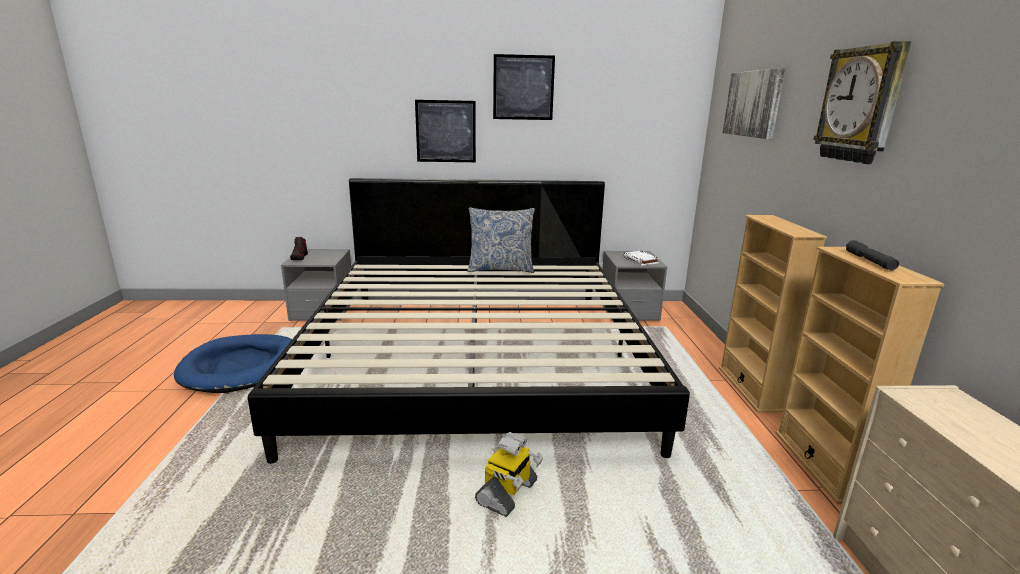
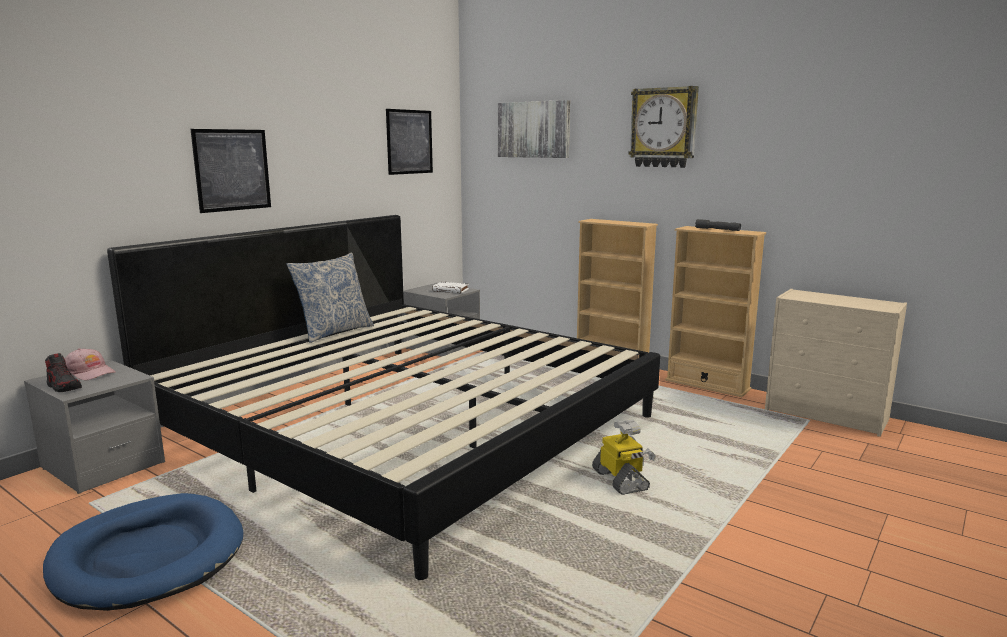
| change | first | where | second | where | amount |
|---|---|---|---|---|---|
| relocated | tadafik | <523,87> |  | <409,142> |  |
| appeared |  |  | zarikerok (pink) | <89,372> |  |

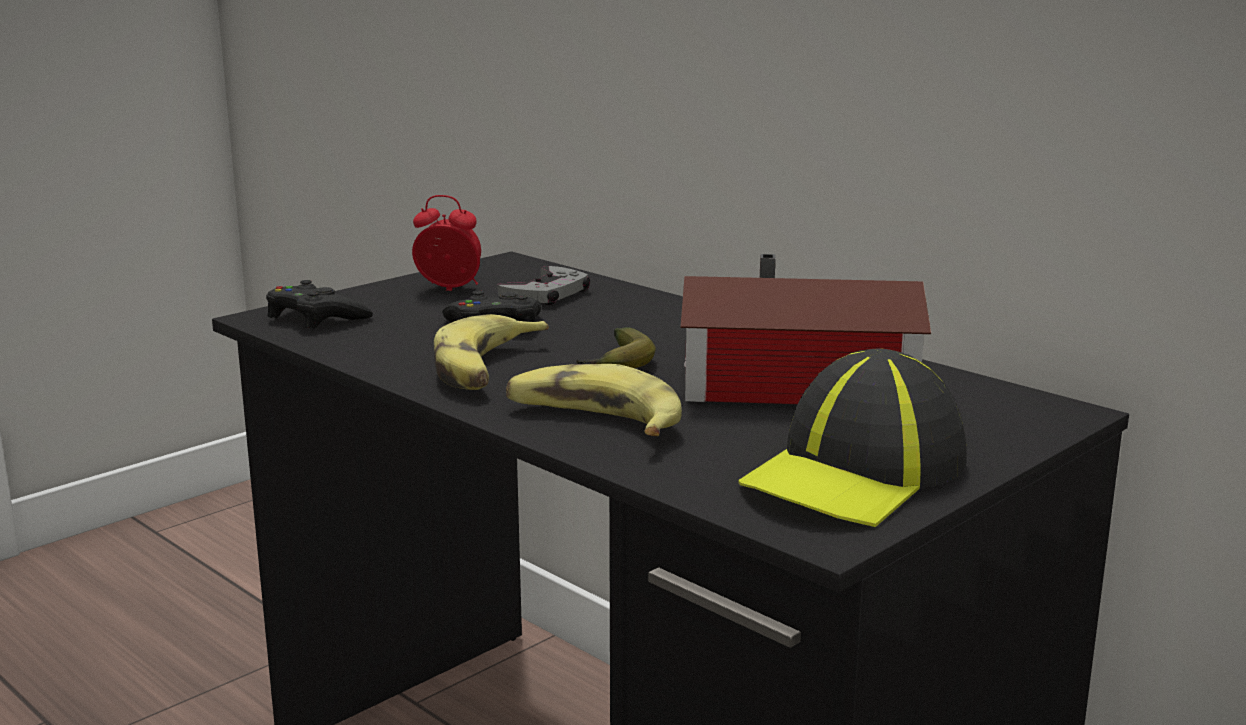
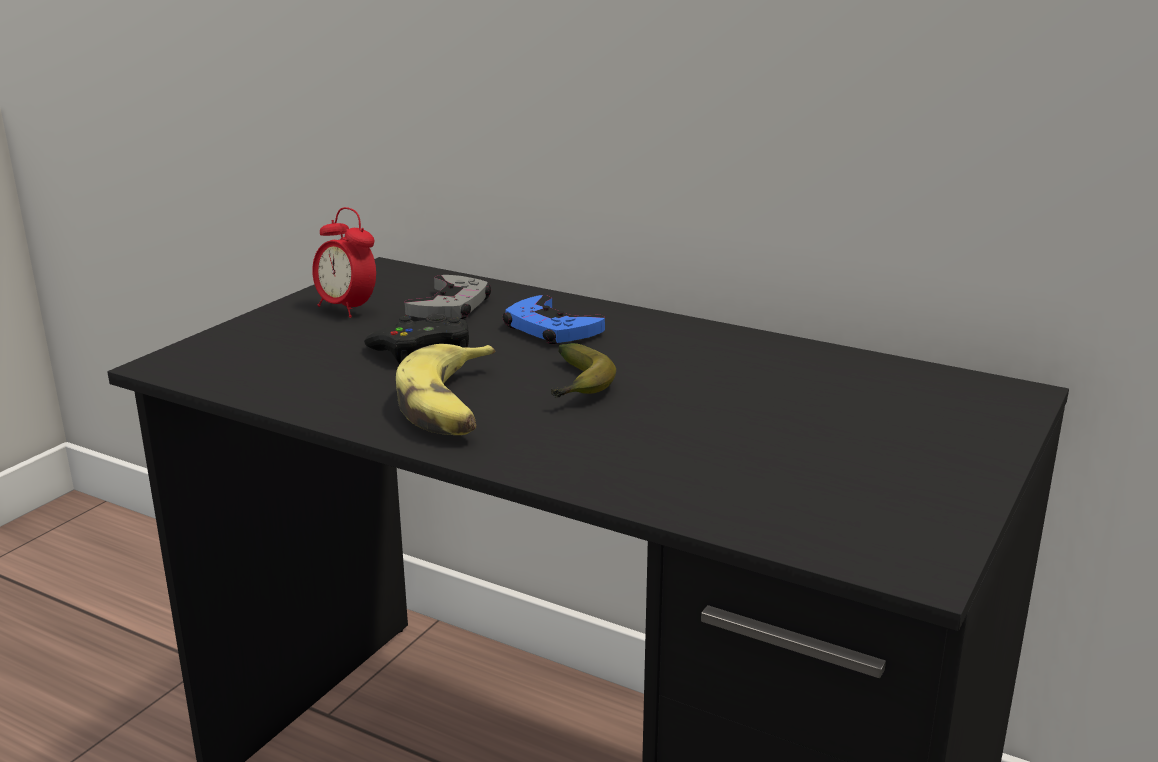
| change | first | where | second | where | amount |
|---|---|---|---|---|---|
| spun | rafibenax | <450,289> |  | <347,309> | 135 degrees counterclockwise |
| missing | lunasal | <805,384> |  |  |  |
| missing | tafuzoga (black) | <315,317> |  |  |  |
| missing | zarikerok | <856,472> |  |  |  |
| missing | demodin | <593,421> |  |  |  |
| appeared |  |  | tafuzoga (blue) | <551,329> |  |

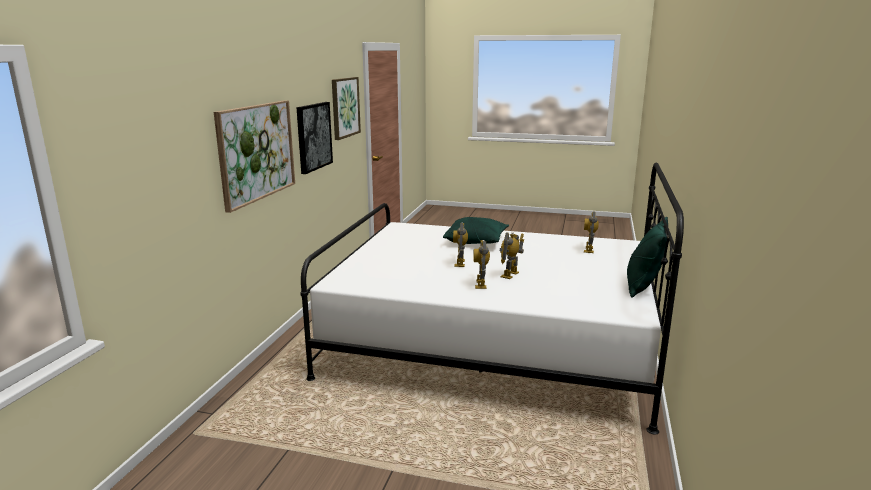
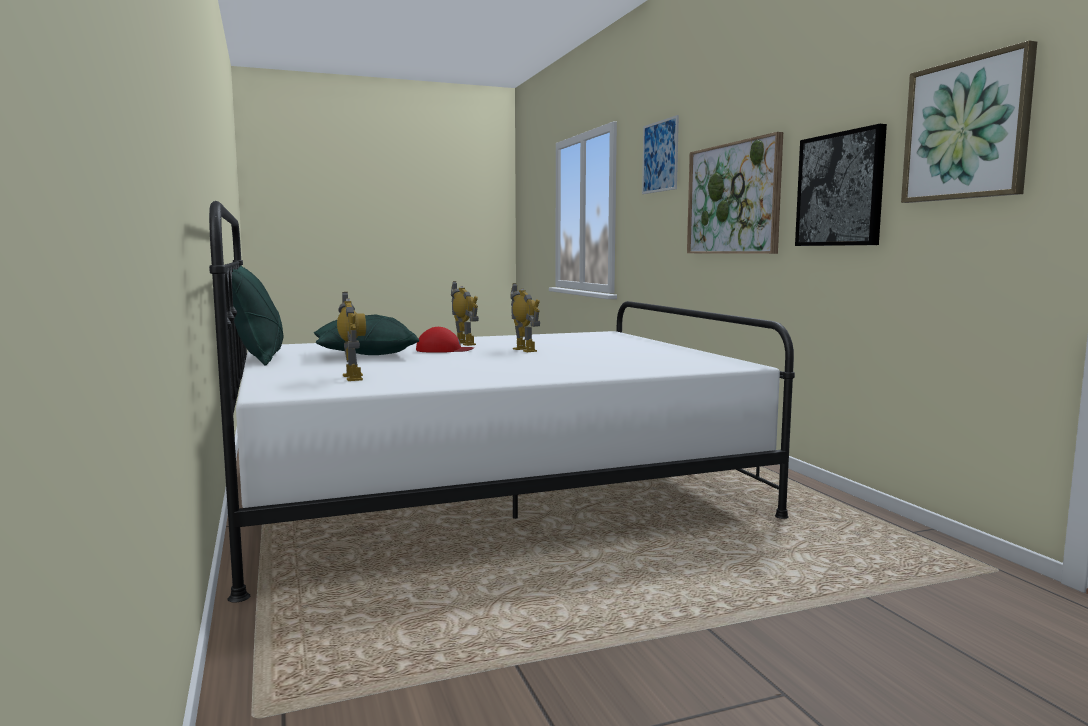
| change | first | where | second | where | amount |
|---|---|---|---|---|---|
| relocated | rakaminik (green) | <476,241> |  | <364,354> |  |
| exchanged | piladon | <510,275> | zarikerok (red) | <443,350> |  |
| appeared |  |  | tadafik | <660,156> |  |

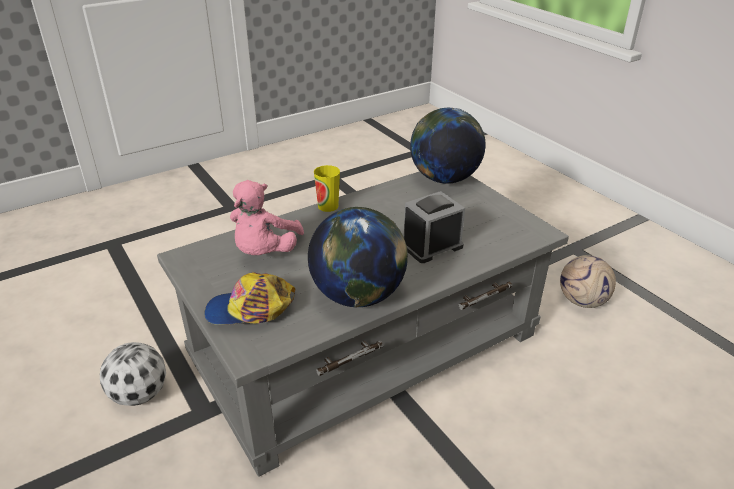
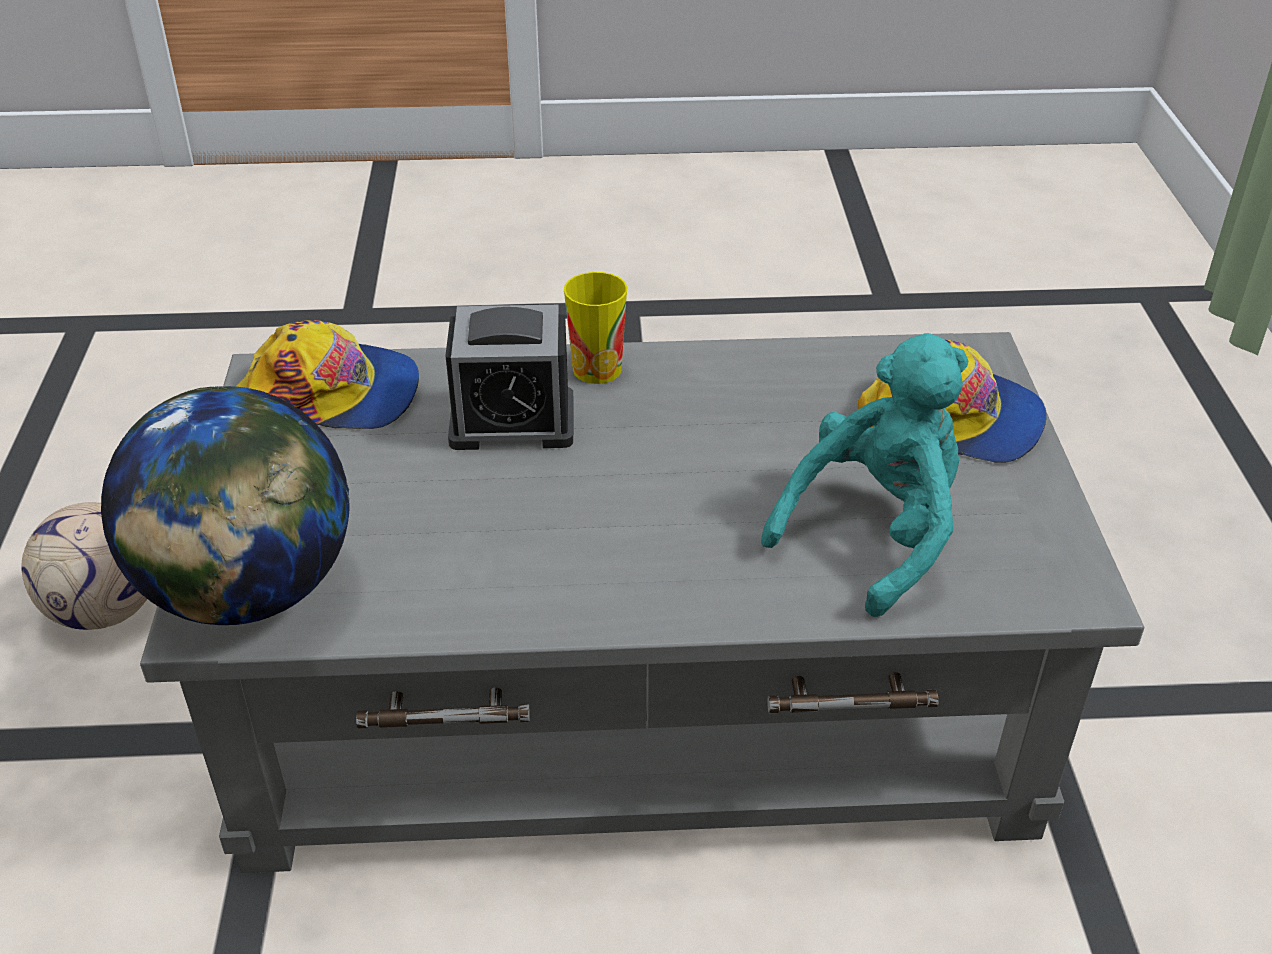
| change | first | where | second | where | amount |
|---|---|---|---|---|---|
| relocated | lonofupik | <328,206> |  | <597,369> |  |
| colour | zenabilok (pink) | <264,252> | zenabilok (turquoise) | <875,533> |  |
| missing | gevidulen | <358,296> |  |  |  |
| missing | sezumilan | <138,395> |  |  |  |
| appeared |  |  | zarikerok | <333,395> |  |

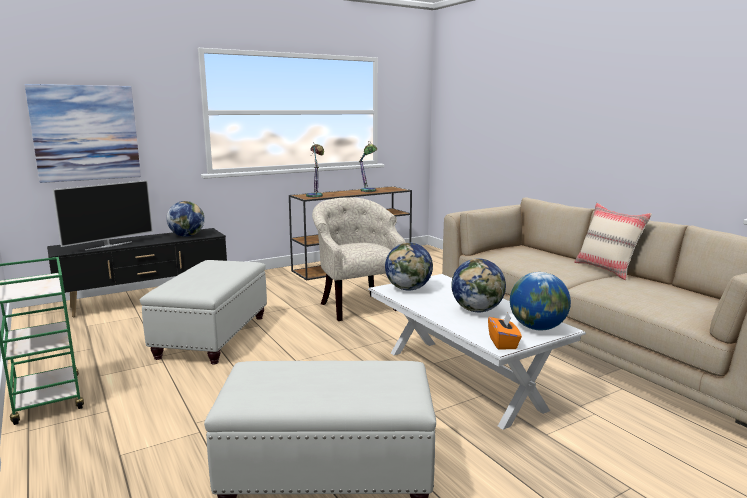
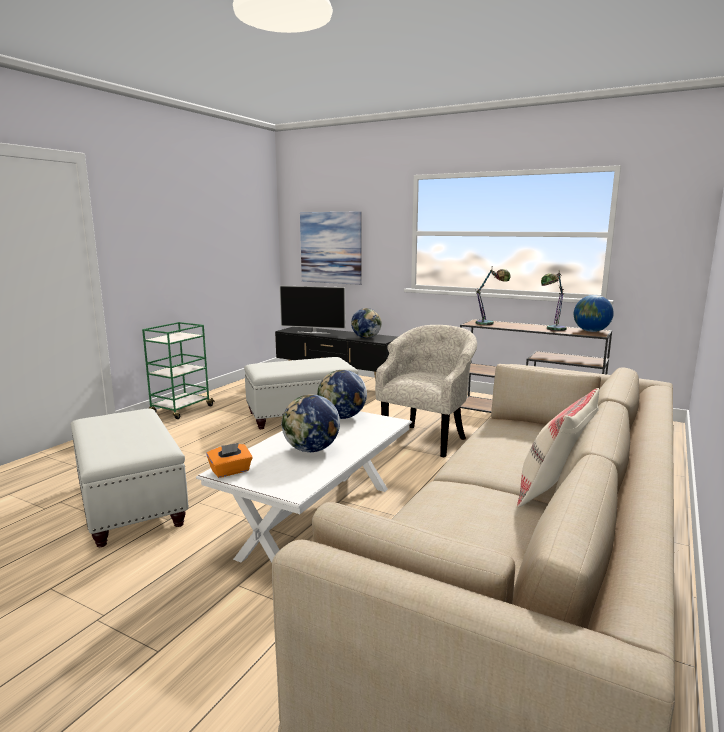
| change | first | where | second | where | amount |
|---|---|---|---|---|---|
| relocated | gevidulen | <537,328> |  | <591,331> |  |

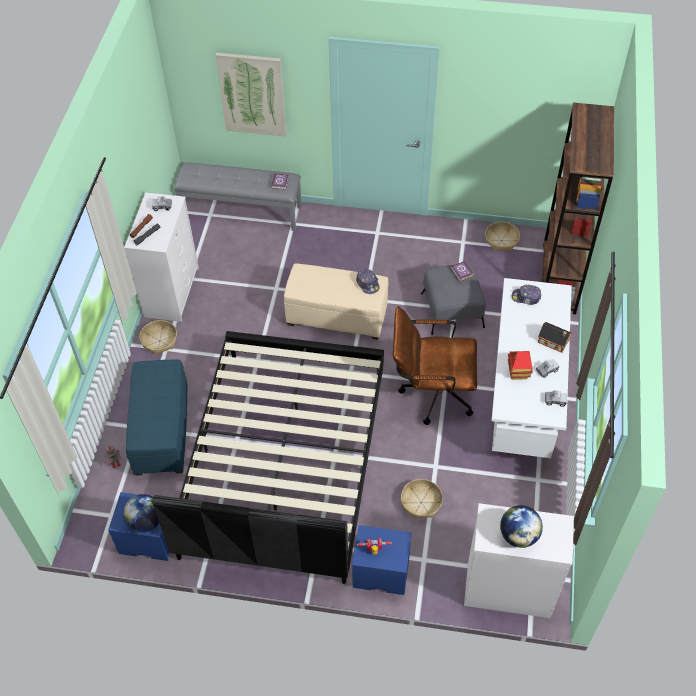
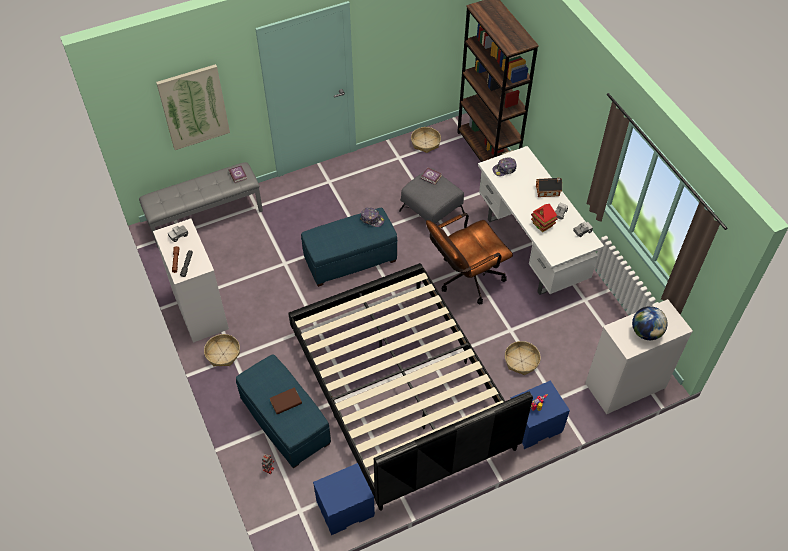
| change | first | where | second | where | amount |
|---|---|---|---|---|---|
| colour | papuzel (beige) | <337,316> | papuzel (blue) | <350,259> |  |
| missing | gevidulen | <146,522> |  |  |  |
| appeared |  |  | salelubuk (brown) | <286,402> |  |

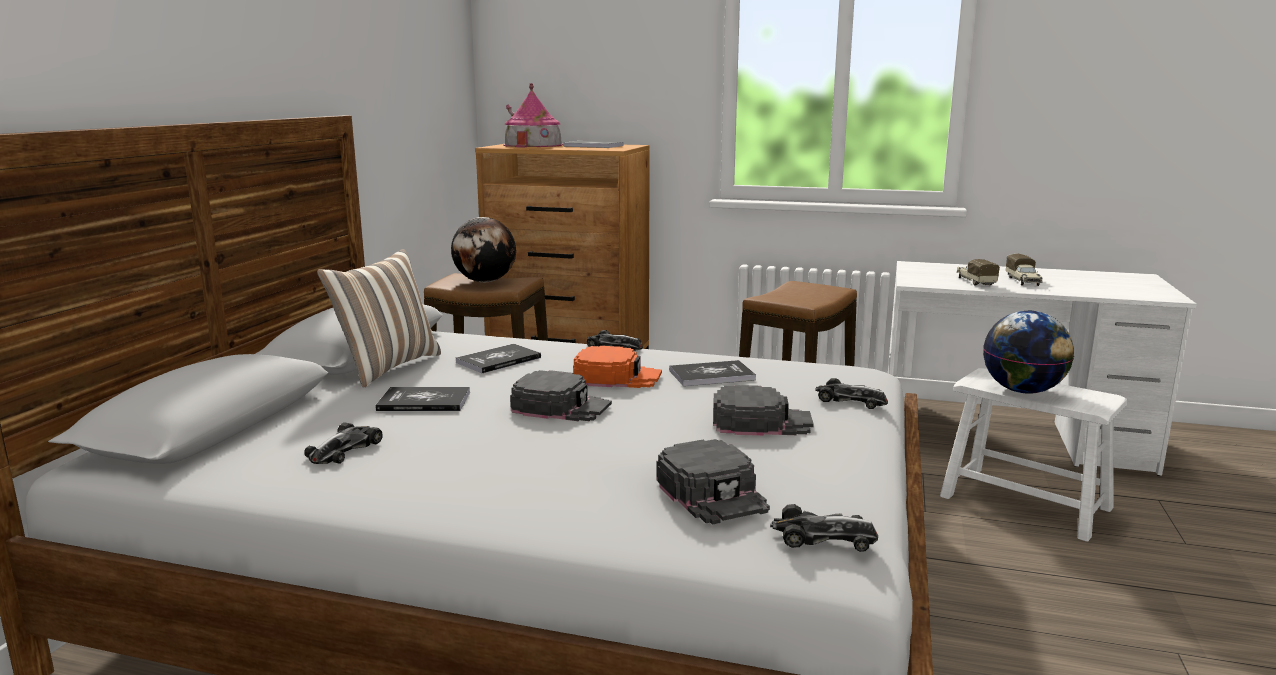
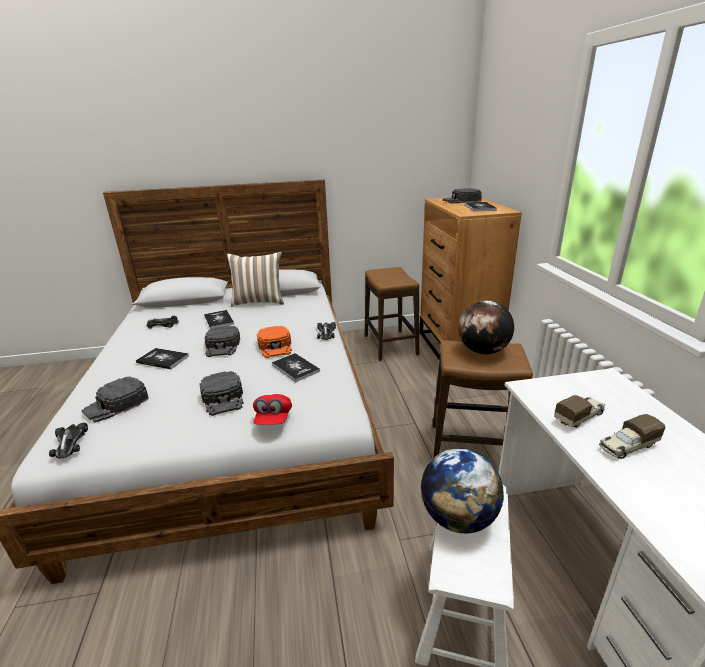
| change | first | where | second | where | amount |
|---|---|---|---|---|---|
| exchanged | lunasal | <533,145> | zarikerok (black) | <461,200> |  |
| relocated | gevidulen | <485,281> |  | <483,351> |  |
| relocated | salelubuk | <498,360> |  | <163,359> |  |
| exchanged | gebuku | <850,400> | zarikerok (red) | <273,419> |  |

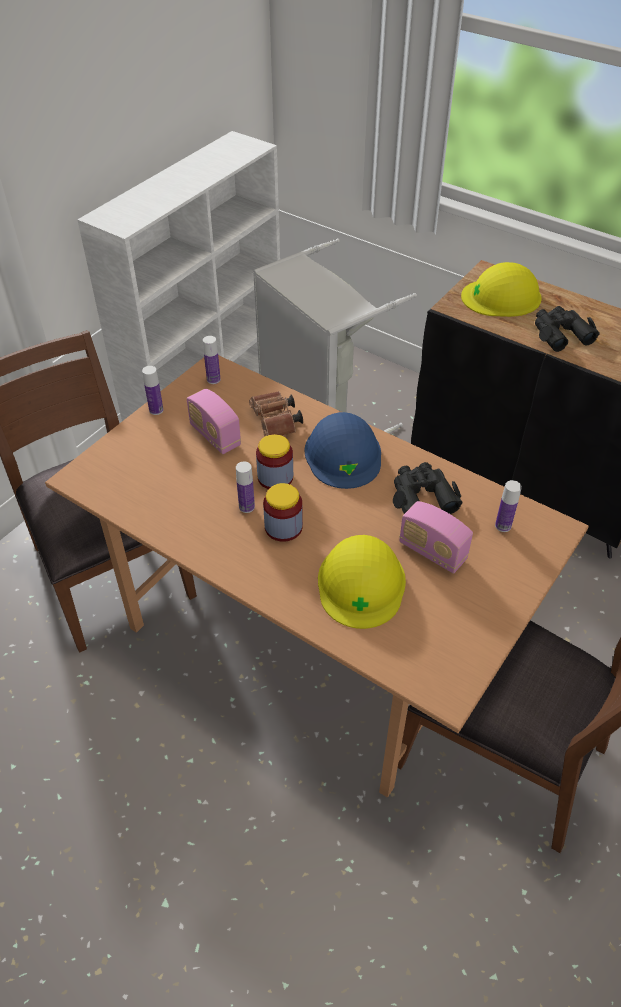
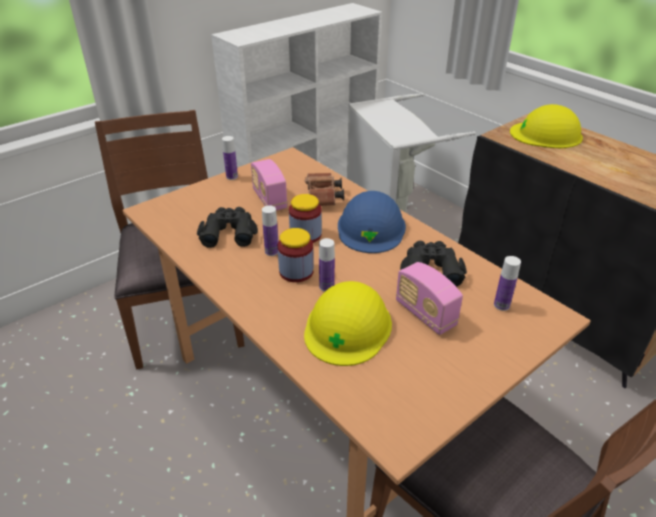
| change | first | where | second | where | amount |
|---|---|---|---|---|---|
| relocated | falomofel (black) | <560,333> |  | <229,232> |  |
| relocated | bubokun | <213,379> |  | <326,286> |  |

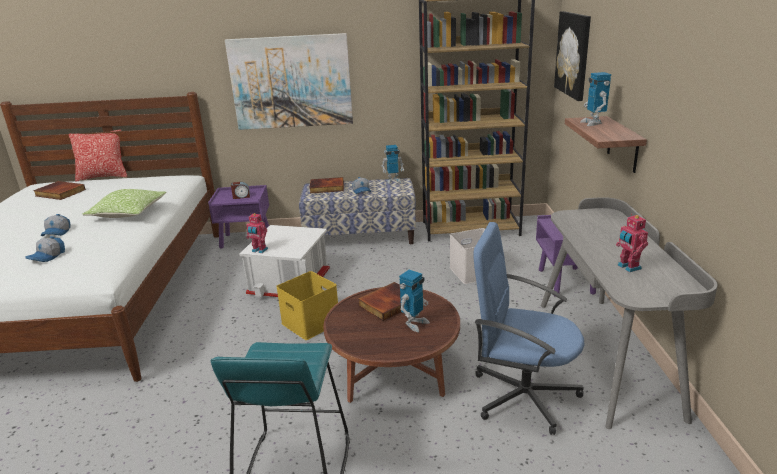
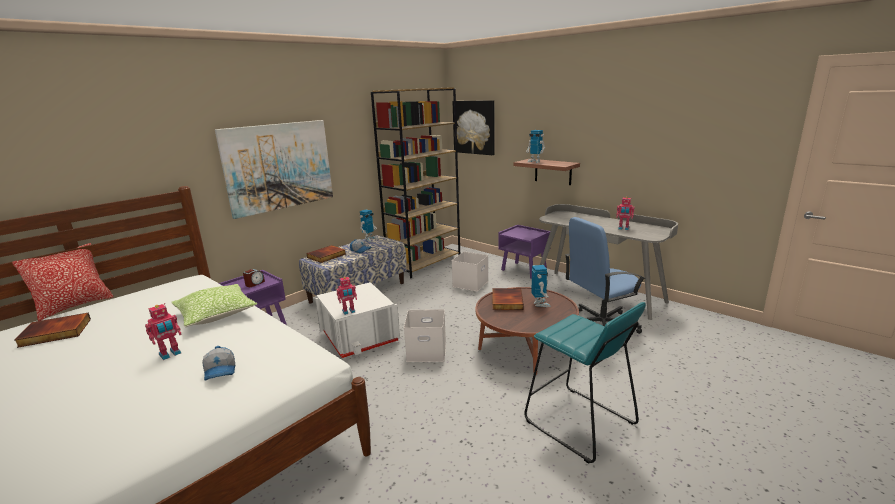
| change | first | where | second | where | amount |
|---|---|---|---|---|---|
| exchanged | zarikerok | <57,232> | piladon | <170,354> |  |
| colour | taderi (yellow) | <312,323> | taderi (white) | <427,351> |  |

